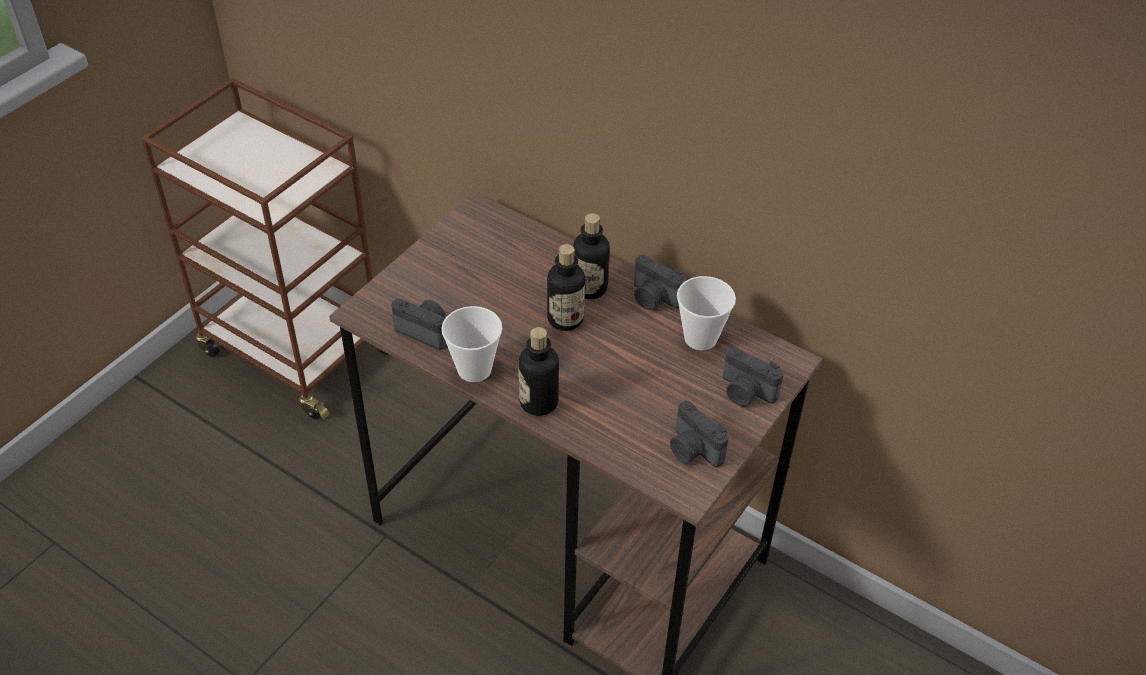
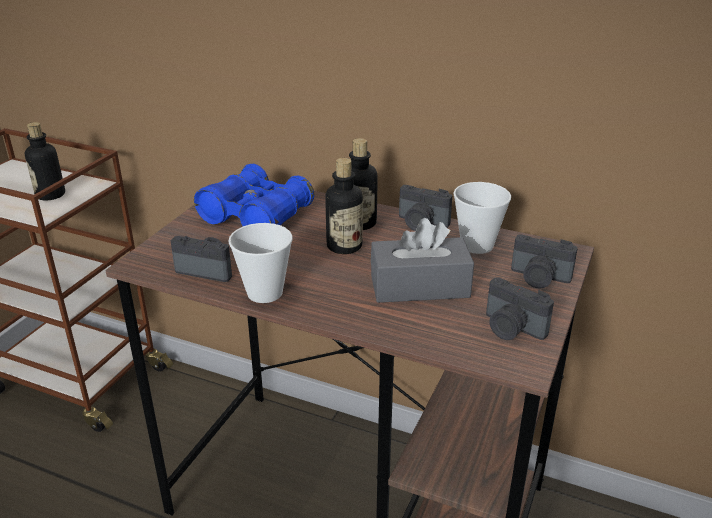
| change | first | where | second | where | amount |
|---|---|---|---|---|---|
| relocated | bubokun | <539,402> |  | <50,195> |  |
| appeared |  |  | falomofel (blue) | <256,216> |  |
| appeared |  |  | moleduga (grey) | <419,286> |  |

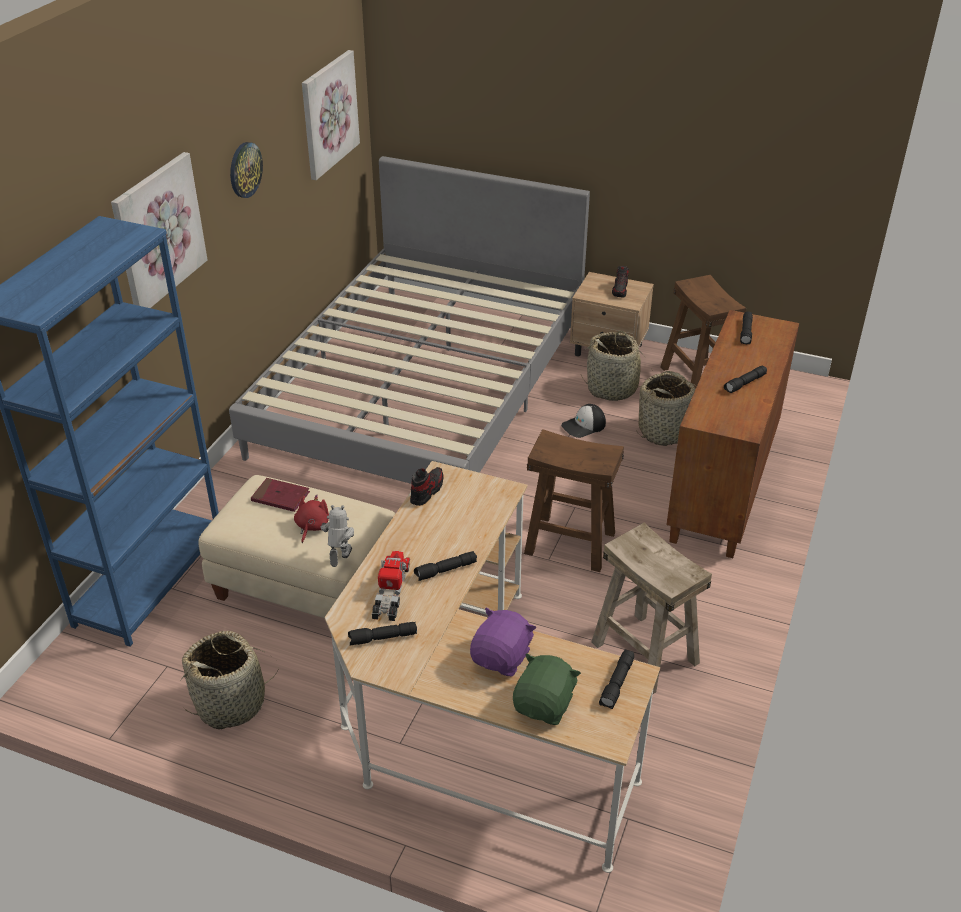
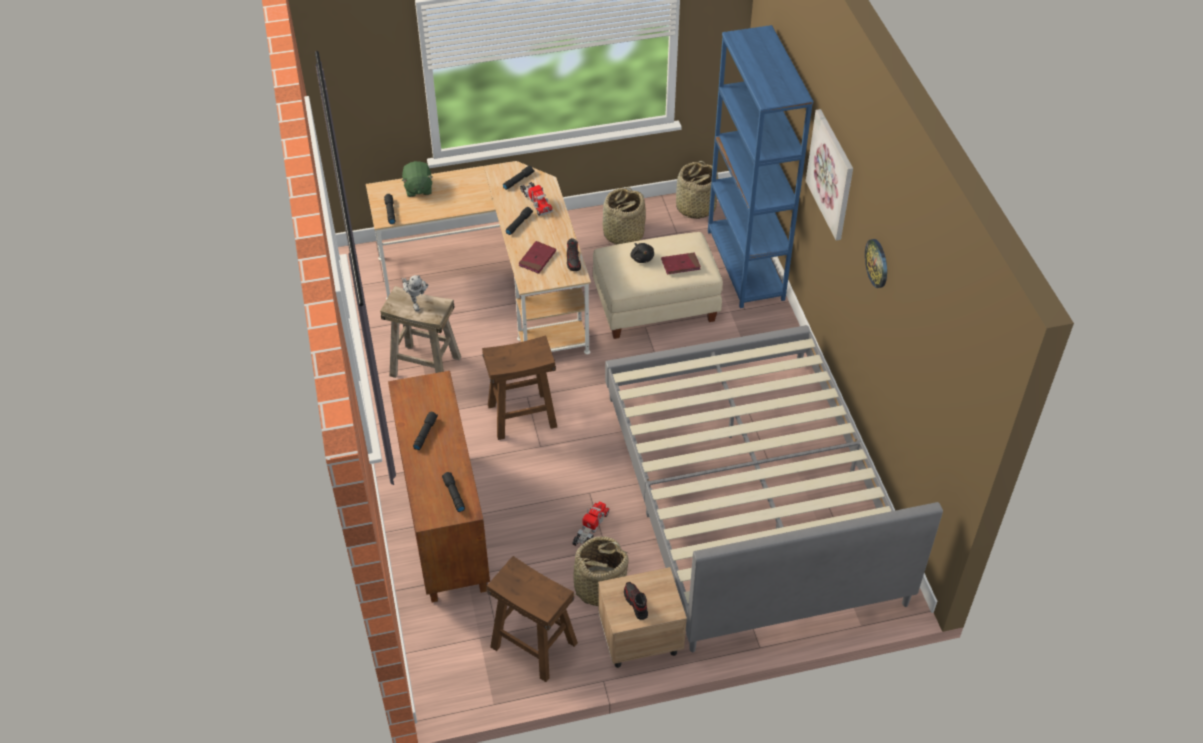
| change | first | where | second | where | amount |
|---|---|---|---|---|---|
| missing | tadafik | <328,114> |  |  |  |
| relocated | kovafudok | <664,431> |  | <695,207> |  |
| exchanged | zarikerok | <584,426> | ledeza | <591,528> |  |
| colour | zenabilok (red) | <311,527> | zenabilok (black) | <642,257> |  |
| relocated | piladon | <340,561> |  | <416,302> |  |
| missing | zenabilok (purple) | <502,658> |  |  |  |
| appeared |  |  | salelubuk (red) | <537,259> |  |

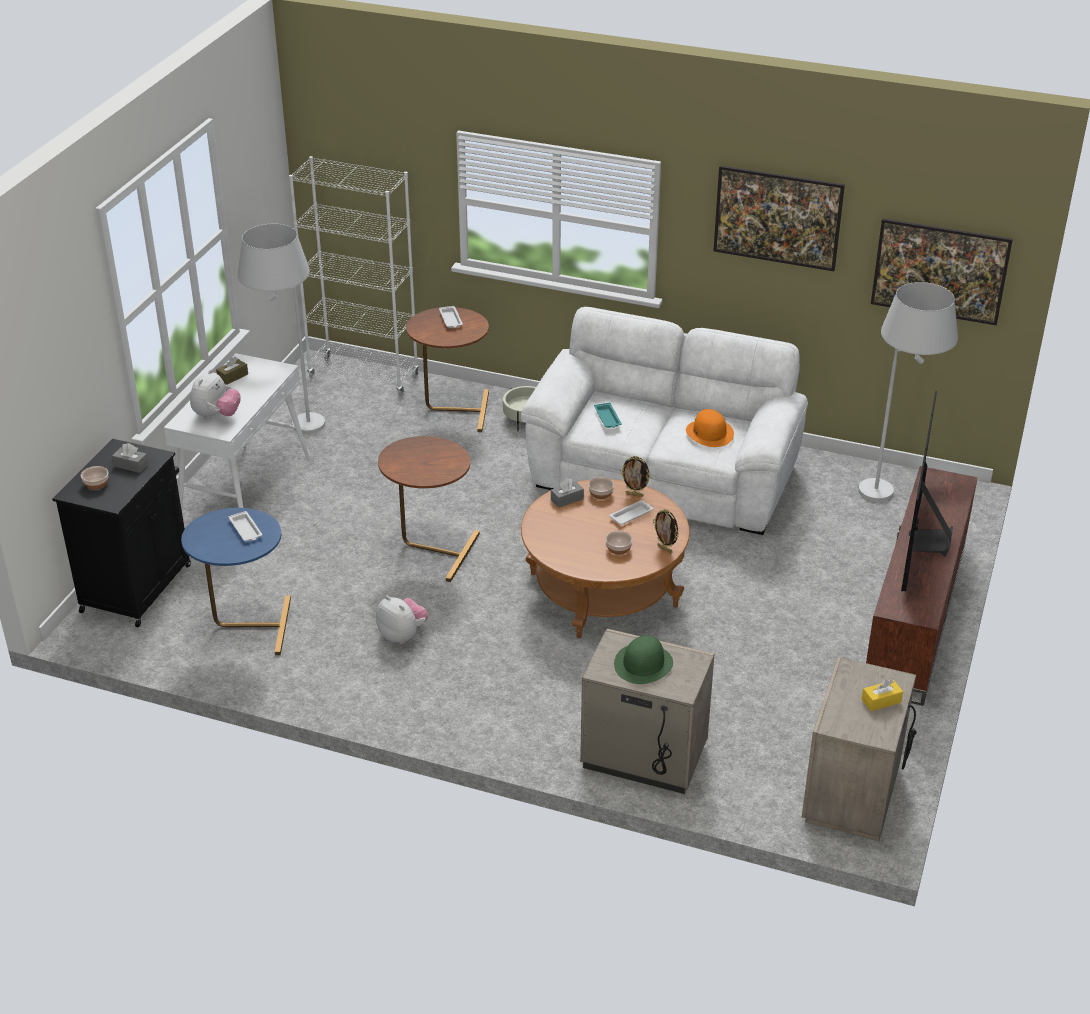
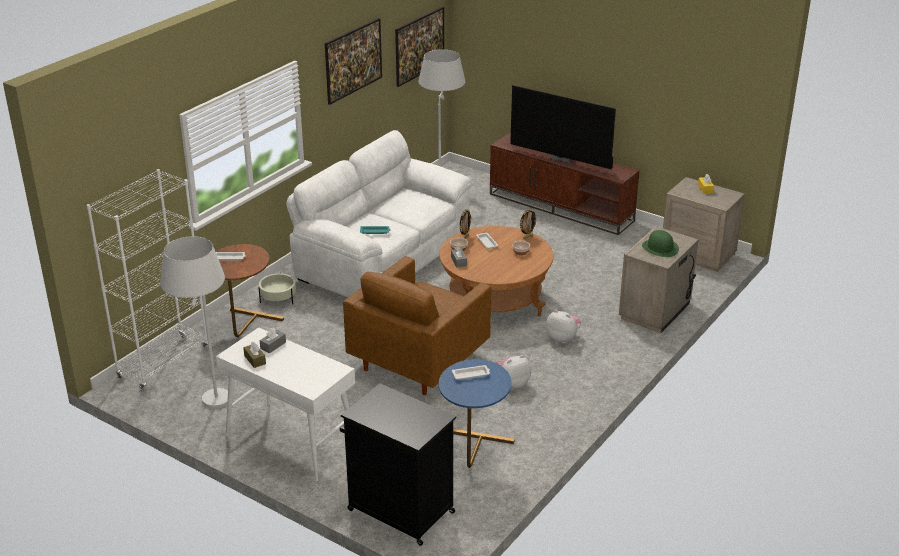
| change | first | where | second | where | amount |
|---|---|---|---|---|---|
| relocated | zenabilok | <216,416> |  | <563,338> |  |
| missing | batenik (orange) | <709,433> |  |  |  |
| exchanged | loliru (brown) | <430,550> | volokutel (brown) | <419,360> |  |
| relocated | moleduga (grey) | <131,465> |  | <273,345> |  |
| missing | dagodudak | <96,484> |  |  |  |

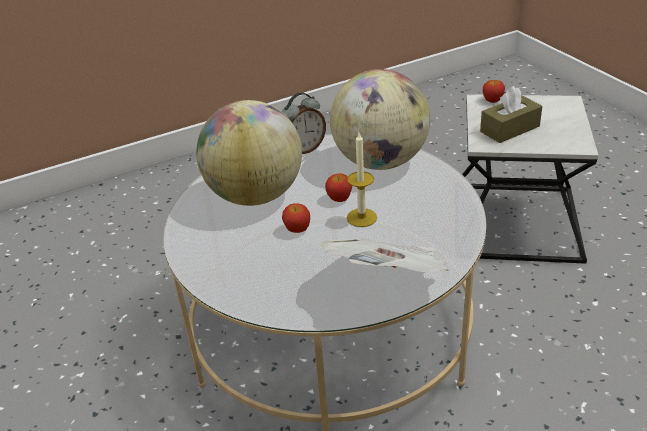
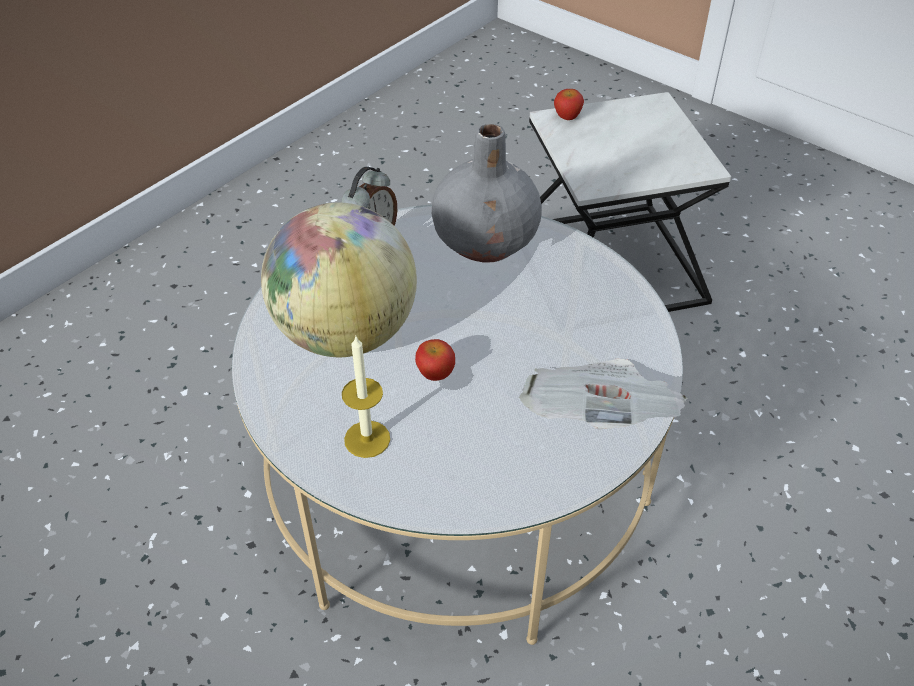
| change | first | where | second | where | amount |
|---|---|---|---|---|---|
| exchanged | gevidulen | <380,162> | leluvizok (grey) | <486,242> |  |
| missing | moleduga (brown) | <509,129> |  |  |  |
| relocated | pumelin | <361,217> |  | <367,439> |  |
| missing | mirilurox | <339,198> |  |  |  |

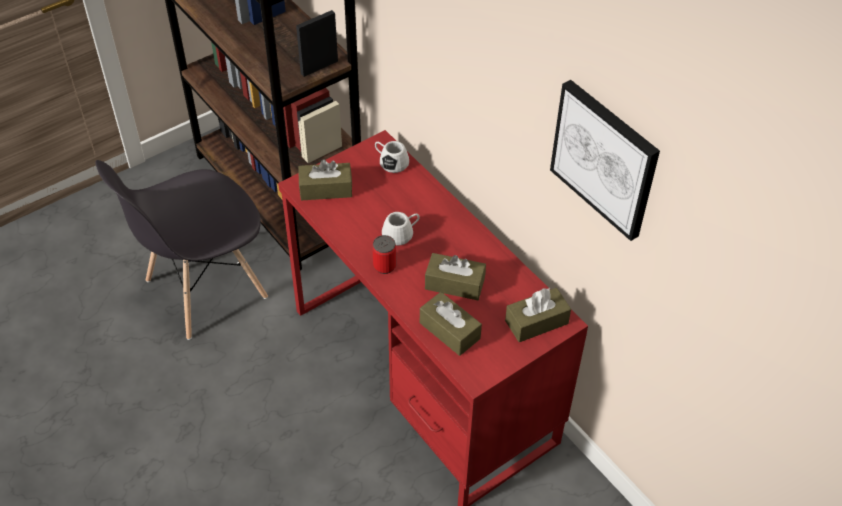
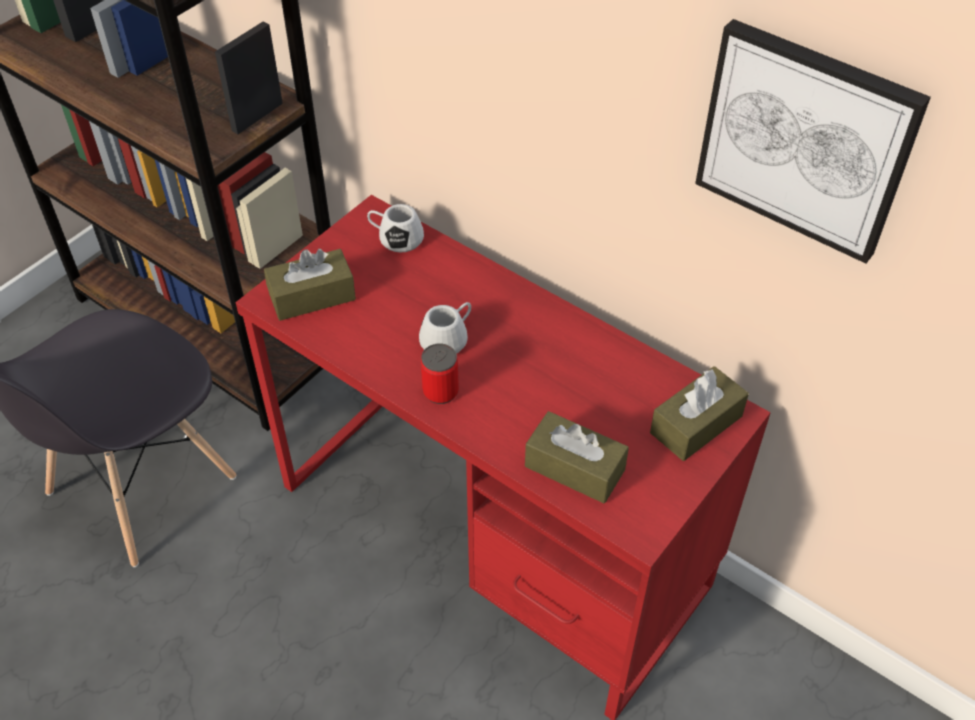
| change | first | where | second | where | amount |
|---|---|---|---|---|---|
| missing | moleduga (brown) | <454,284> |  |  |  |

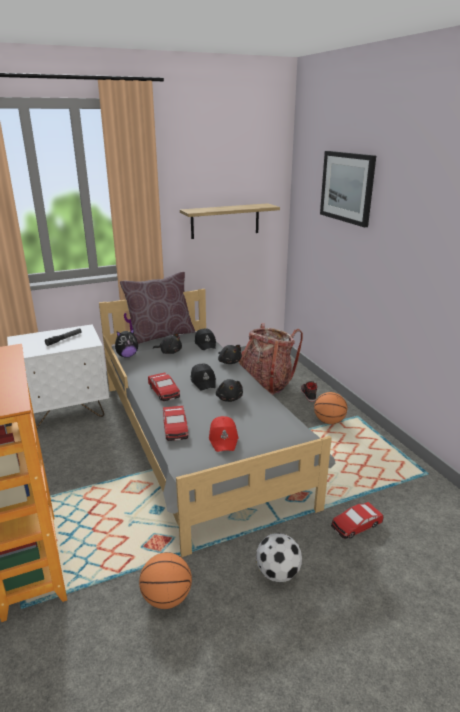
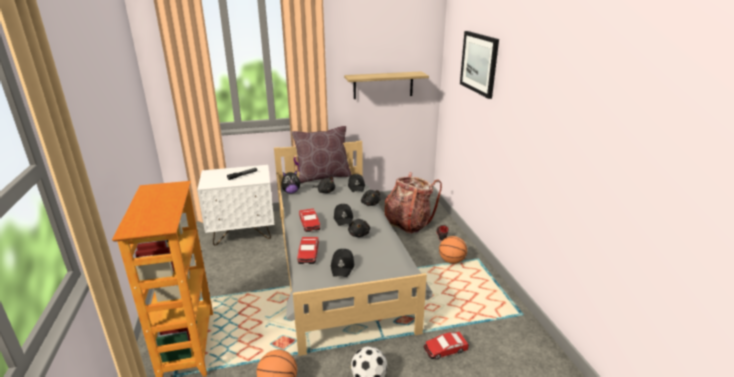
| change | first | where | second | where | amount |
|---|---|---|---|---|---|
| colour | zarikerok (red) | <224,439> | zarikerok (black) | <343,266> |  |

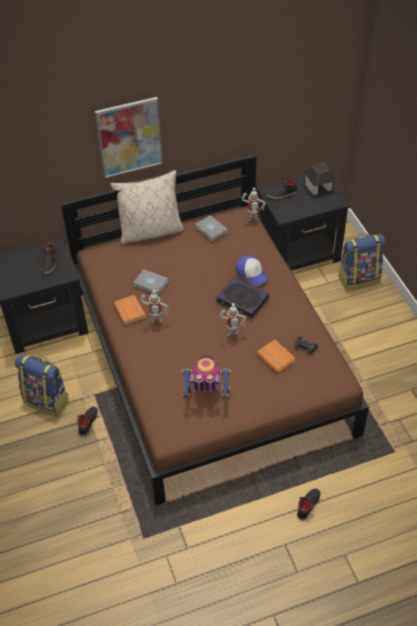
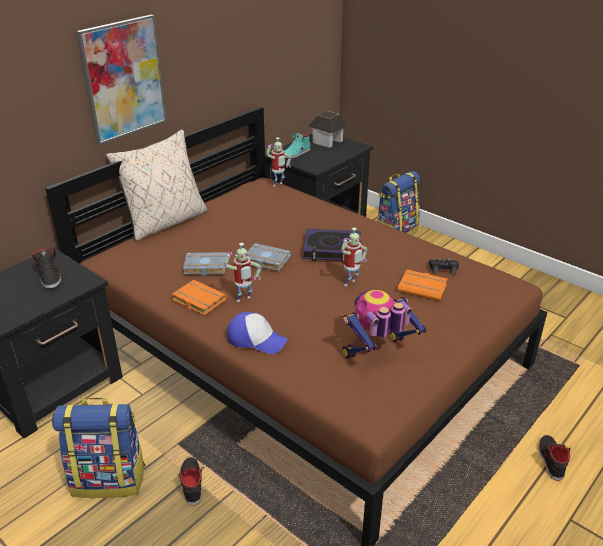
| change | first | where | second | where | amount |
|---|---|---|---|---|---|
| colour | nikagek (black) | <282,194> | nikagek (turquoise) | <296,154> |  |
| relocated | salelubuk (grey) | <210,230> |  | <265,260> |  |
| relocated | zarikerok | <252,273> |  | <256,339> |  |

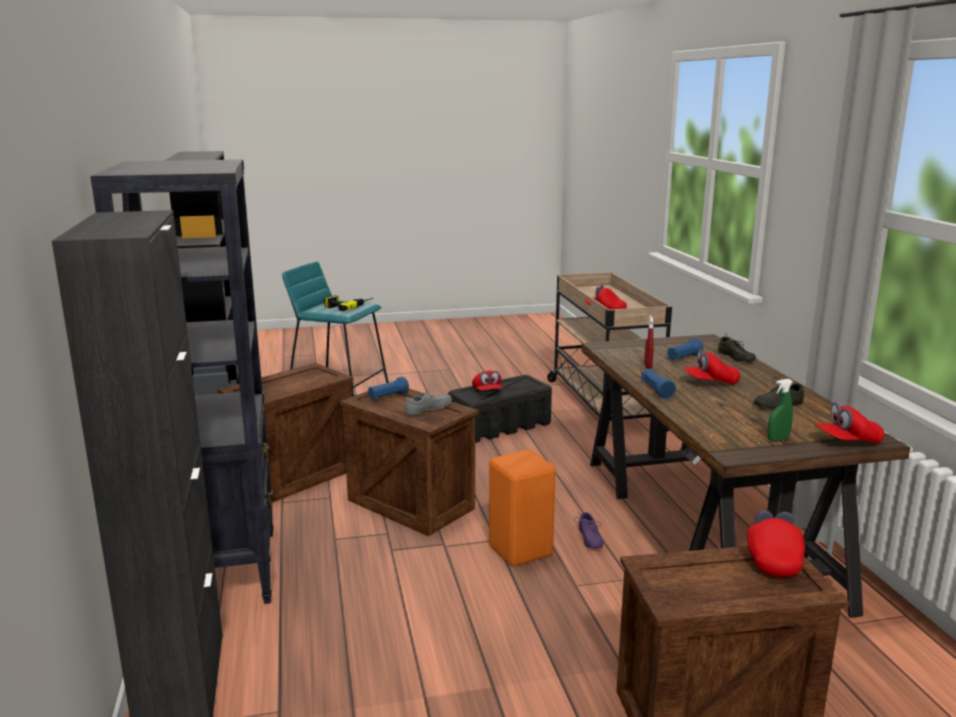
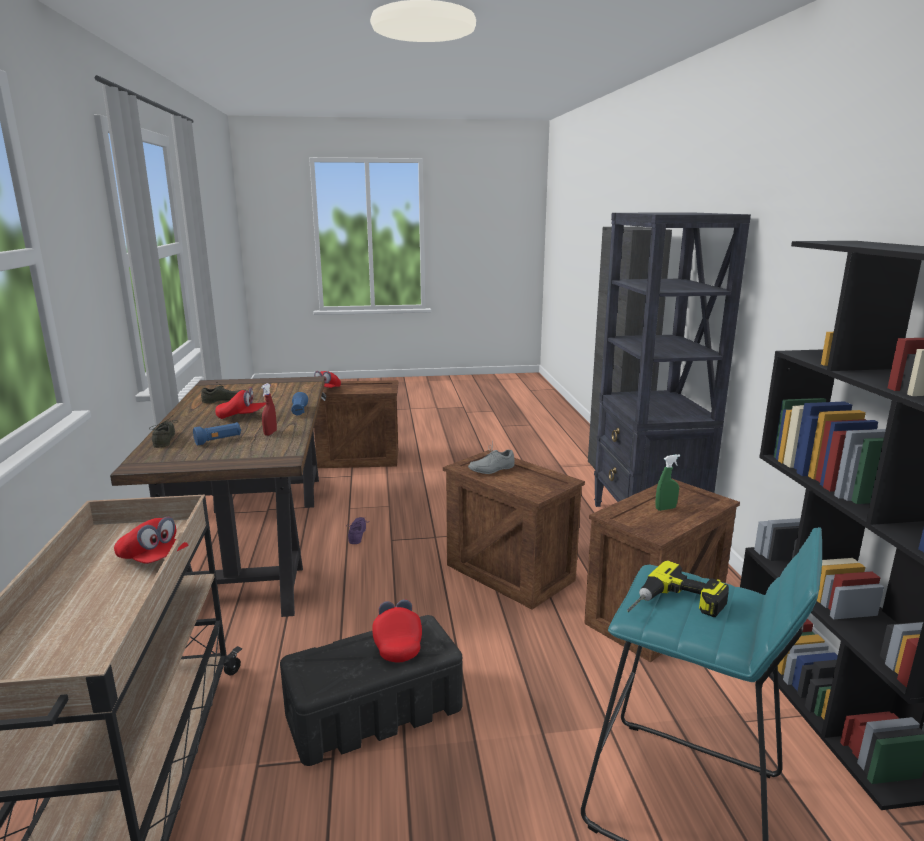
| change | first | where | second | where | amount |
|---|---|---|---|---|---|
| missing | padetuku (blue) | <388,396> |  |  |  |
| relocated | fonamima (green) | <777,439> |  | <665,508> |  |
| missing | zarikerok (red) | <847,441> |  |  |  |
| missing | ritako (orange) | <518,550> |  |  |  |

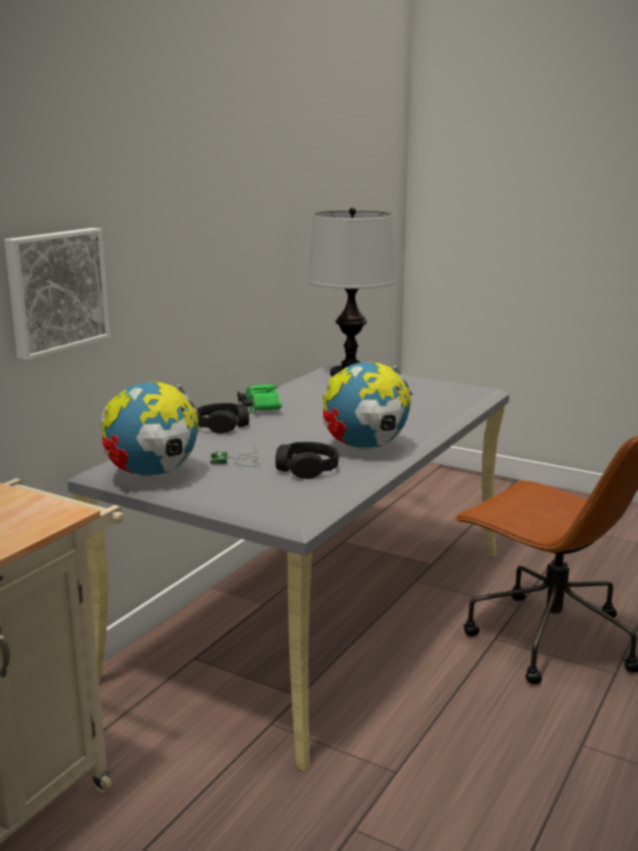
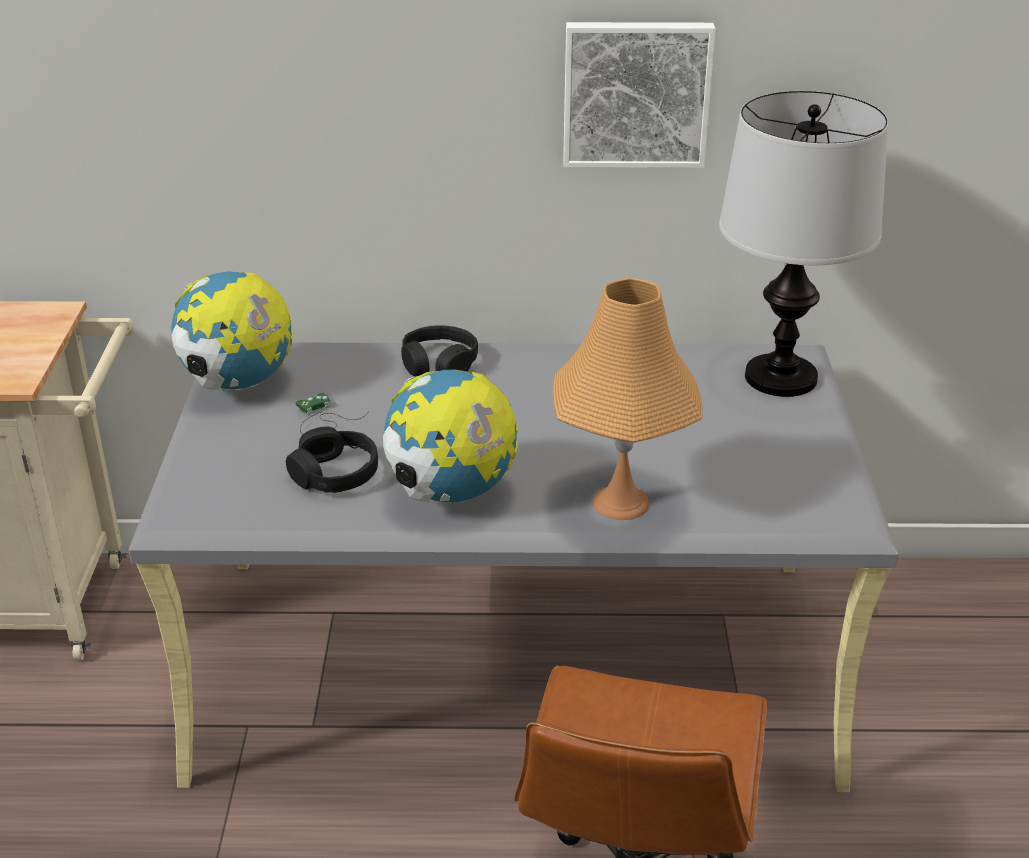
| change | first | where | second | where | amount |
|---|---|---|---|---|---|
| relocated | tadafik | <55,291> |  | <636,93> |  |
| missing | falomofel (green) | <260,408> |  |  |  |
| appeared |  |  | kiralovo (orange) | <620,503> |  |

